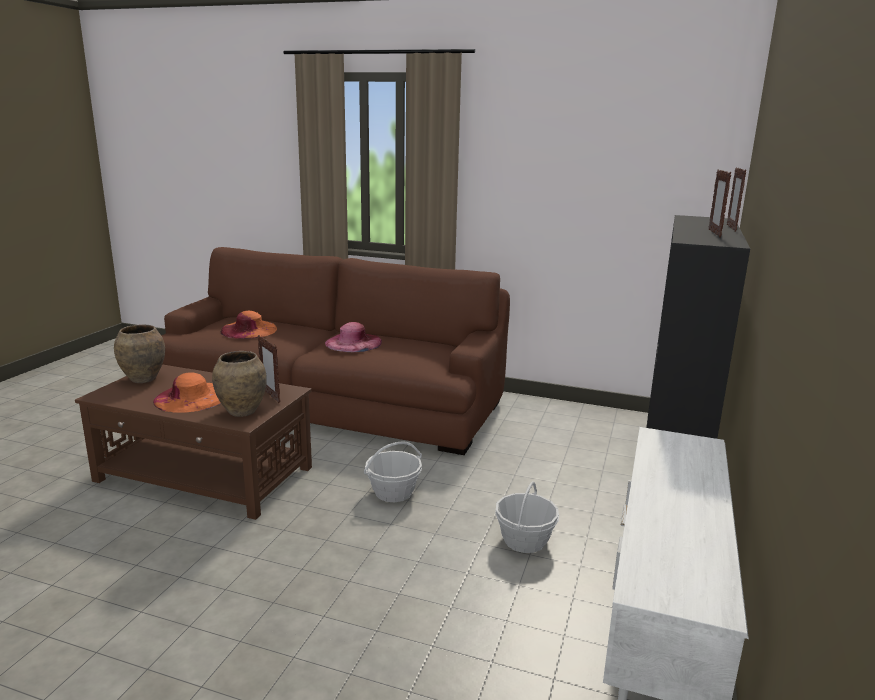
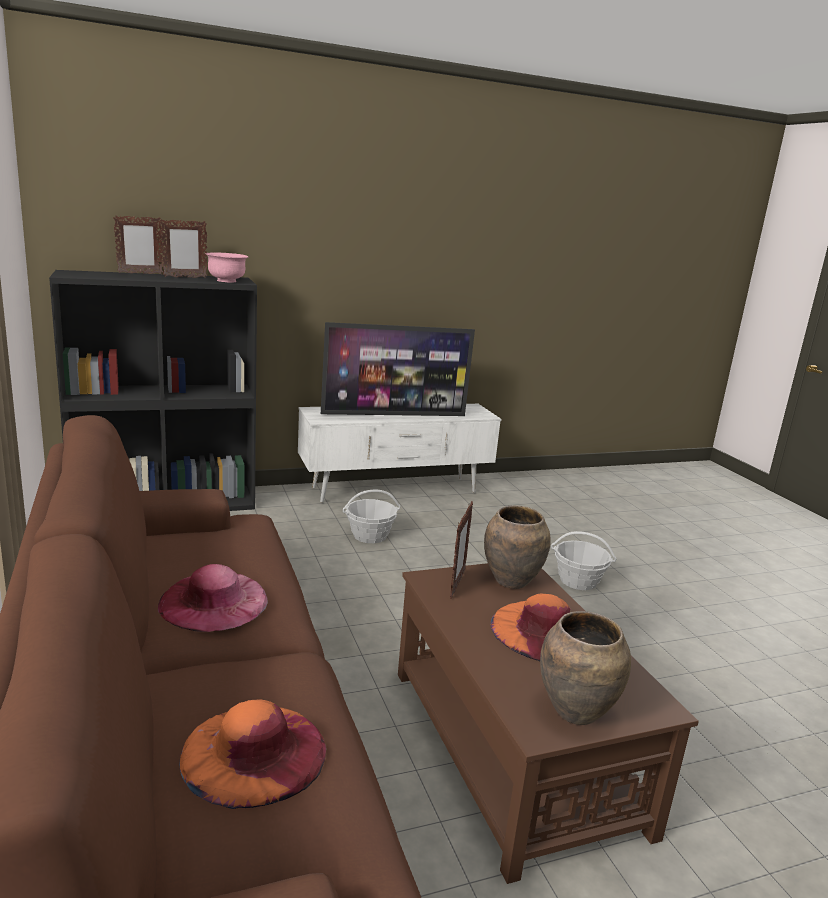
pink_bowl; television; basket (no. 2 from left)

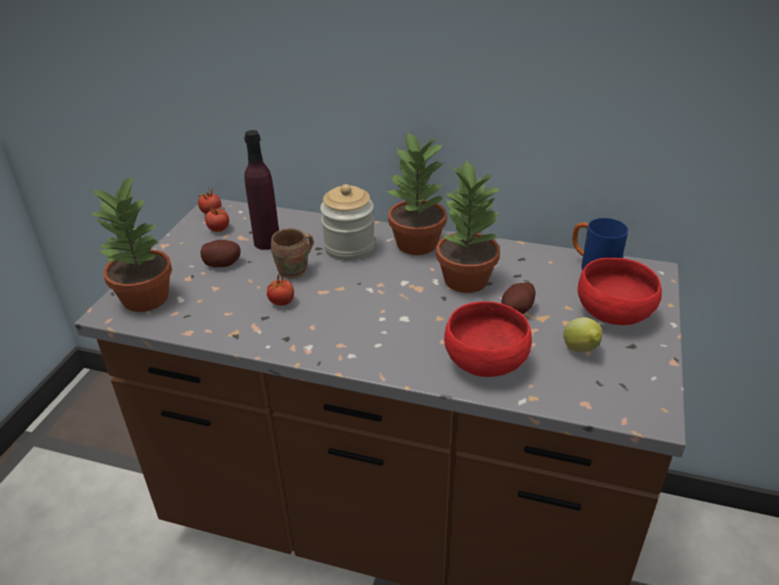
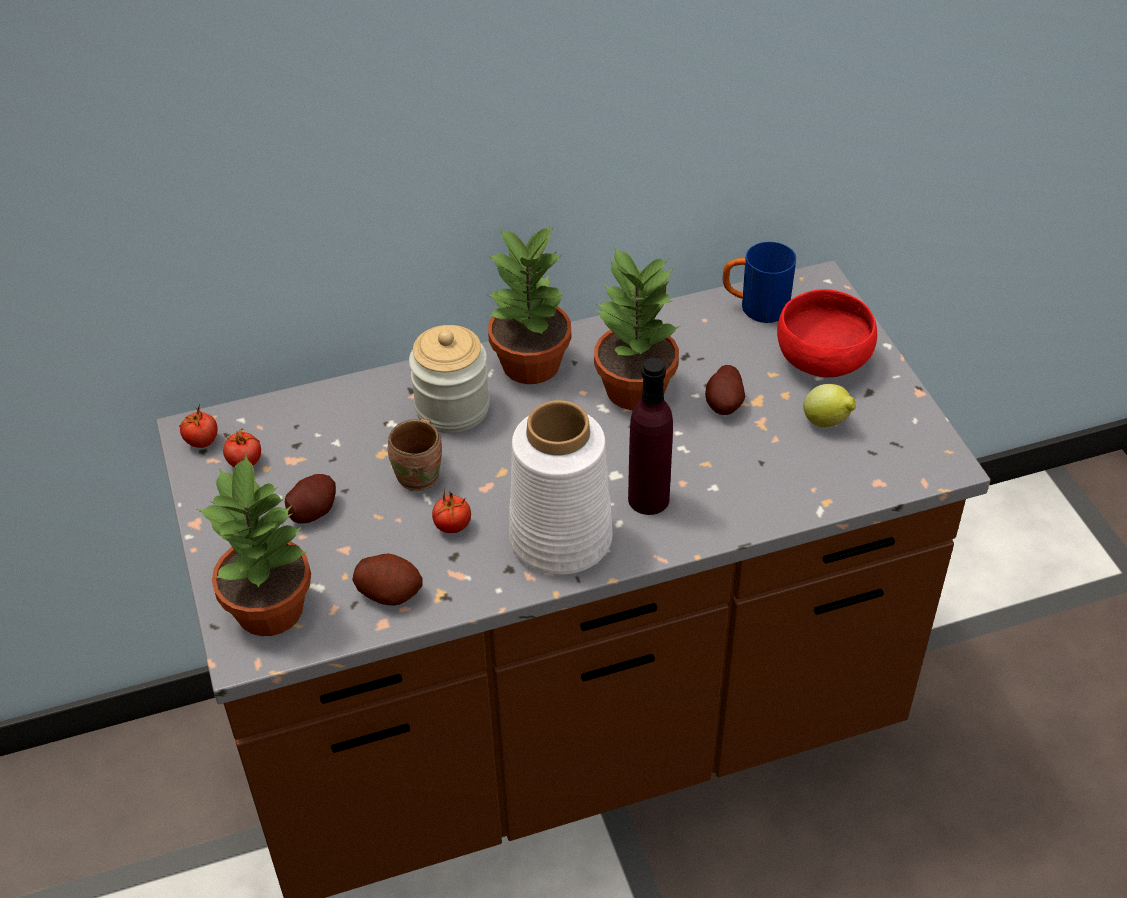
potato (no. 2 from left); white_vase; purple_bottle; red_bowl (no. 1 from left in the first image)

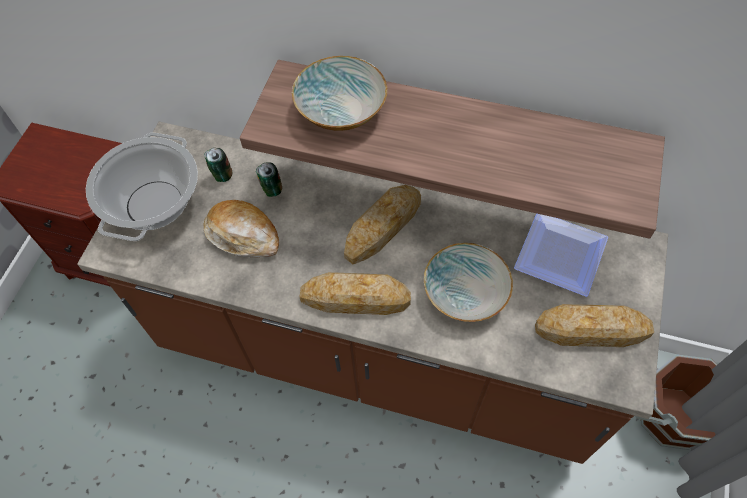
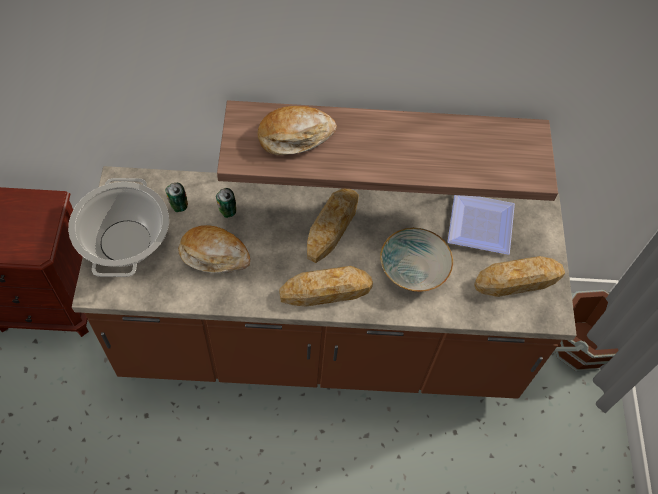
bread (no. 2 from left)

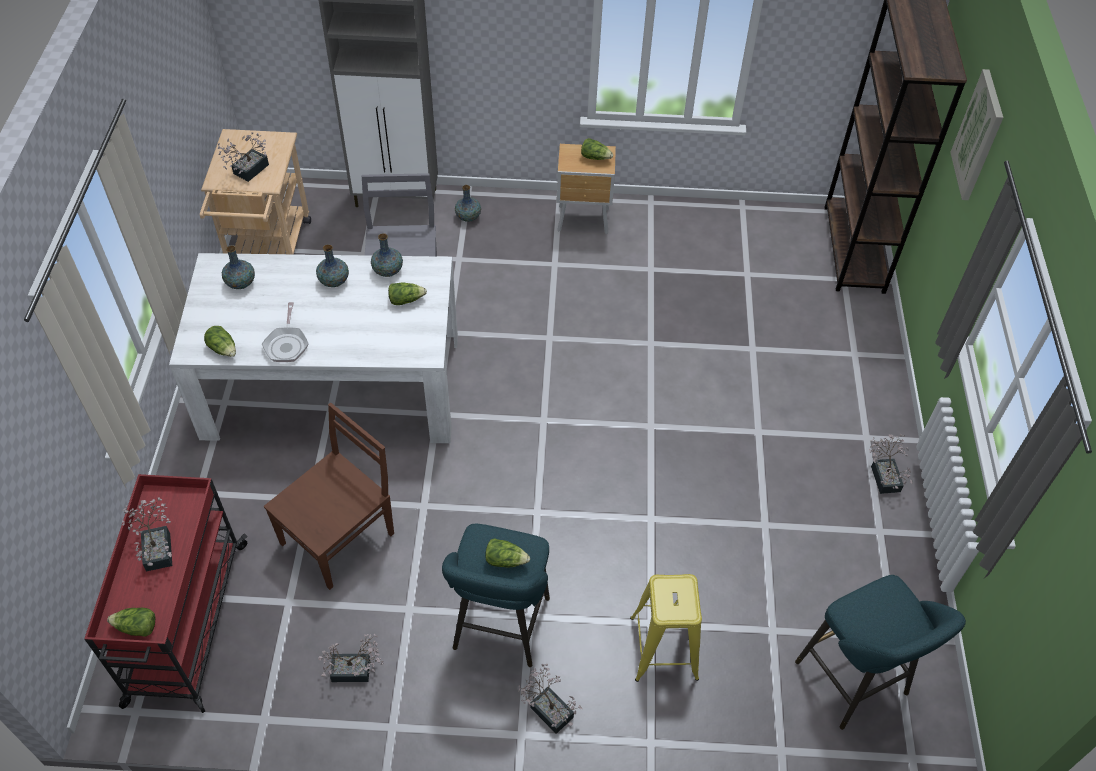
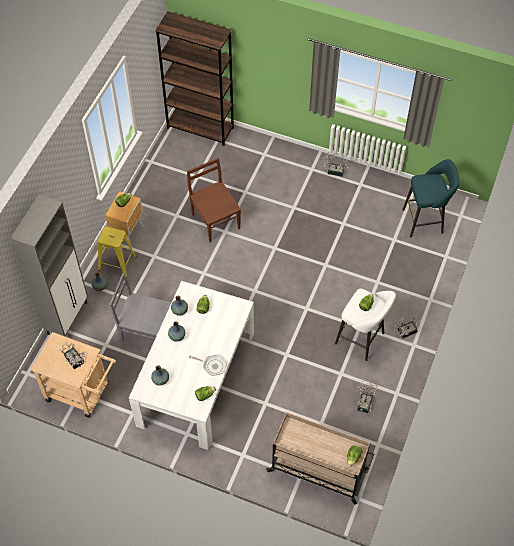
yellow_stool; brown_chair; beige_cart (no. 2 from left); white_stool; potted_plant (no. 1 from left in the first image); picture

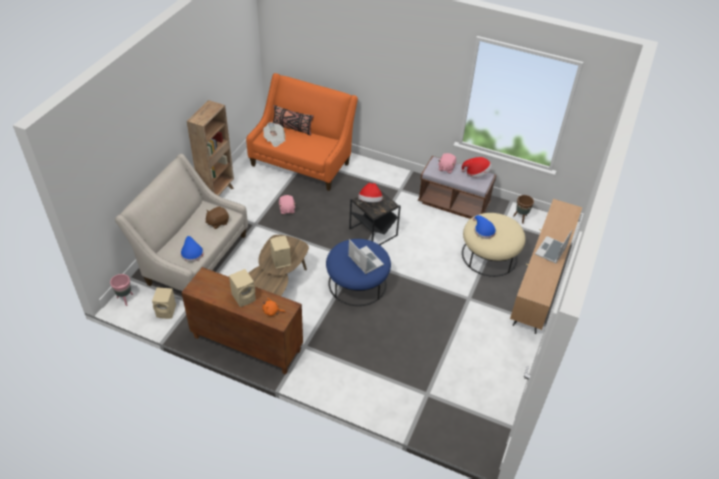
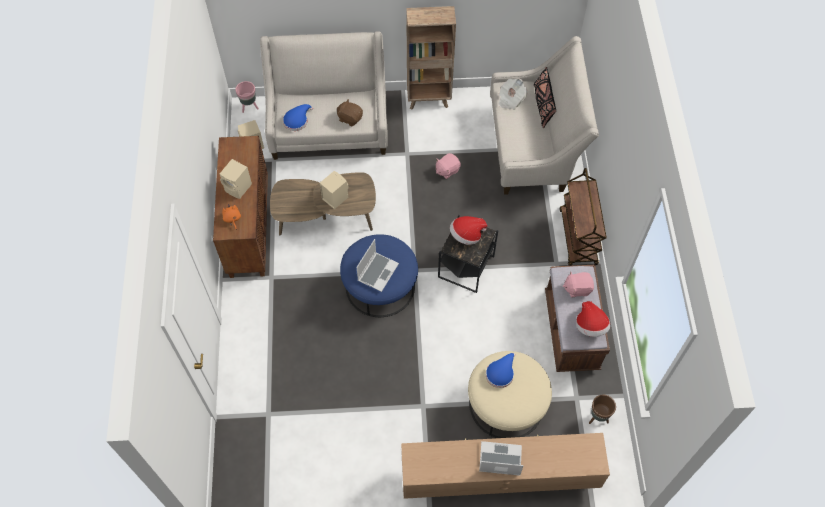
beige_sofa (no. 2 from left); brown_cart

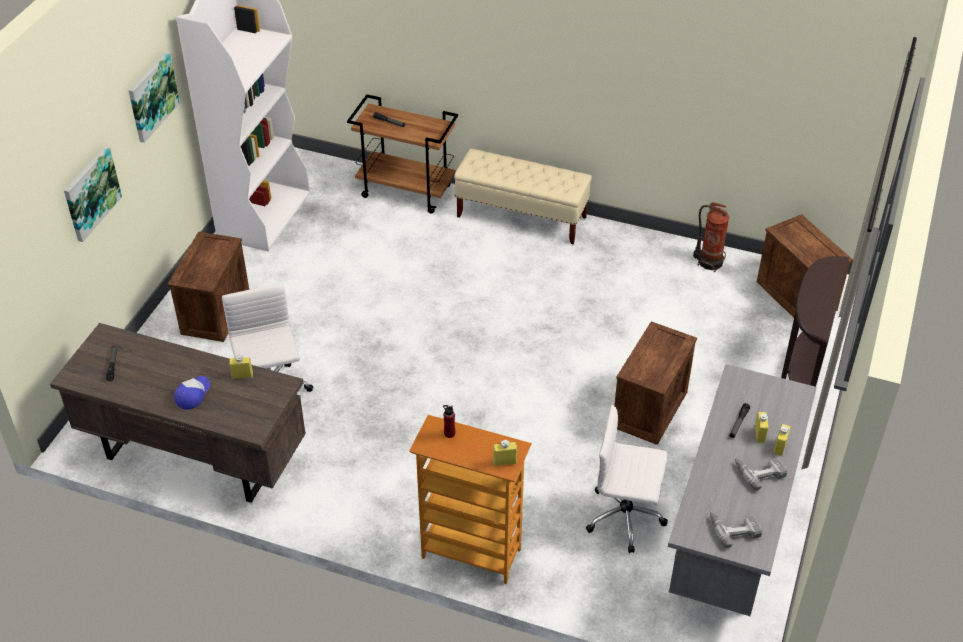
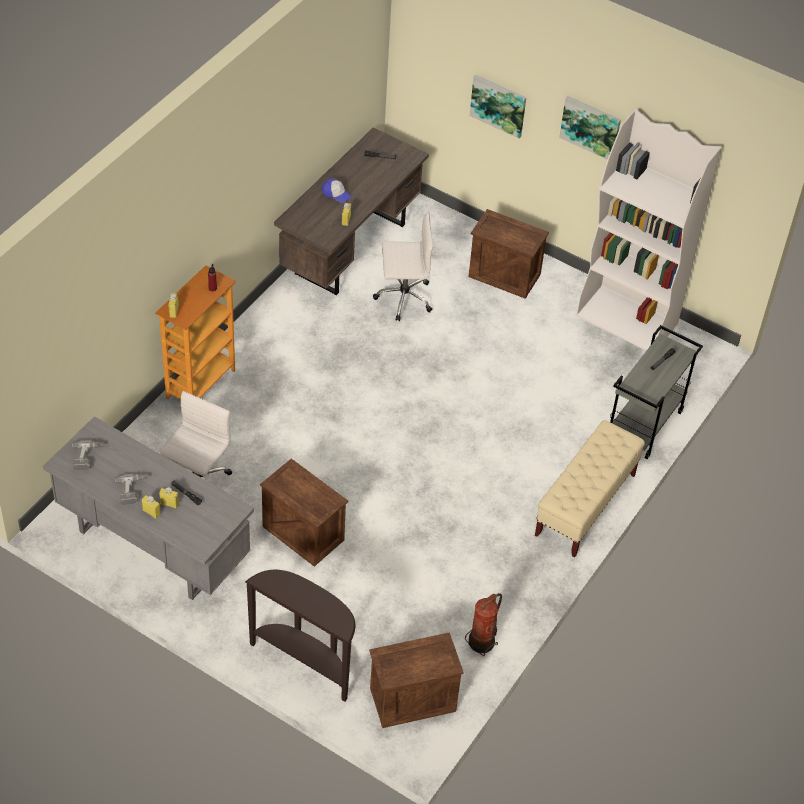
grey_cart

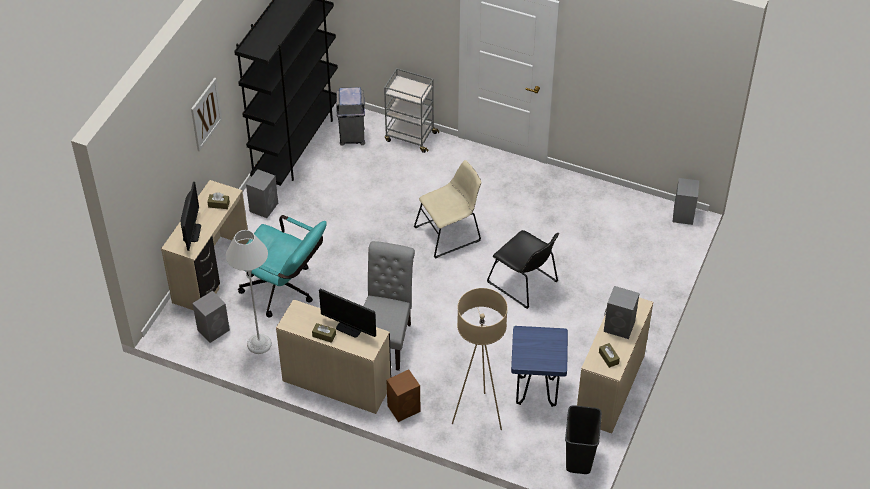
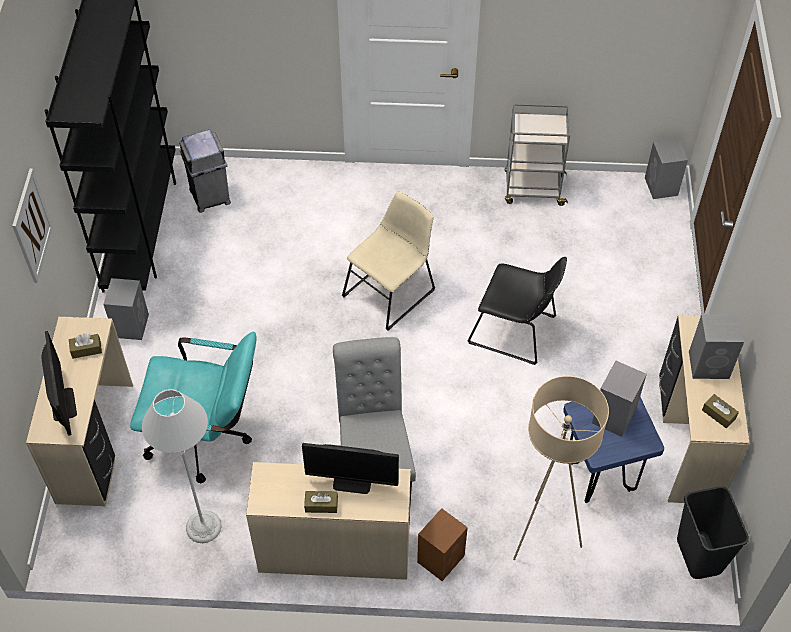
grey_cart; grey_speaker (no. 2 from left)

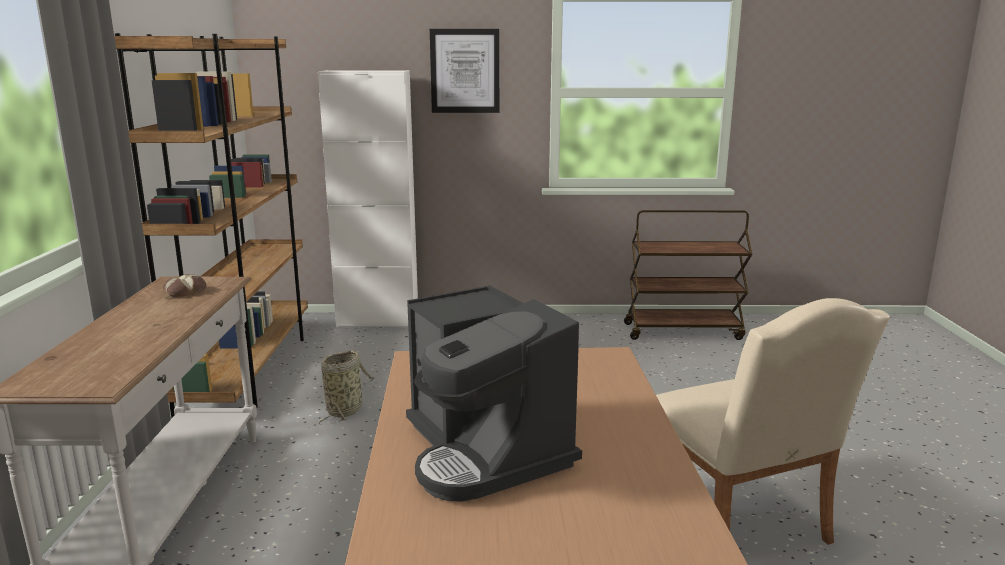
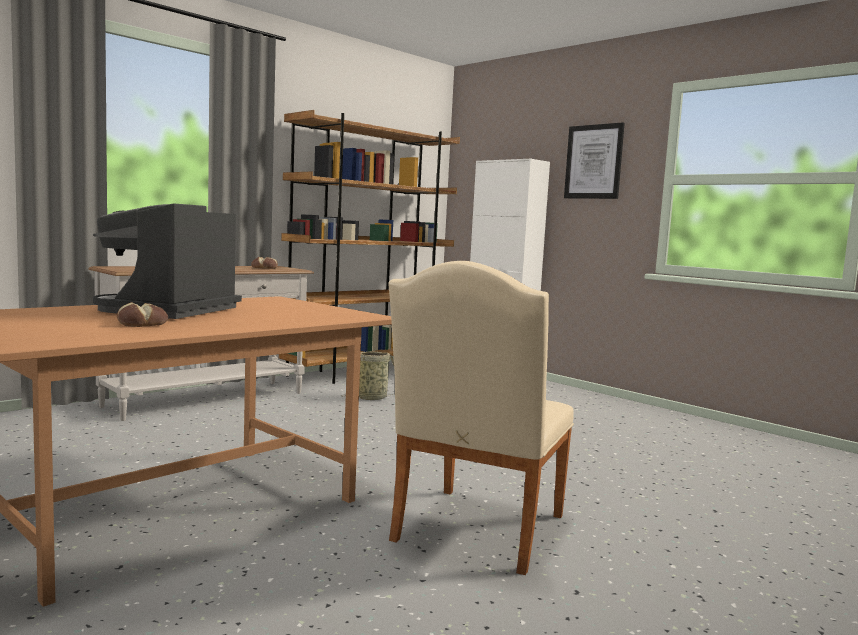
bread (no. 1 from left); brown_cart

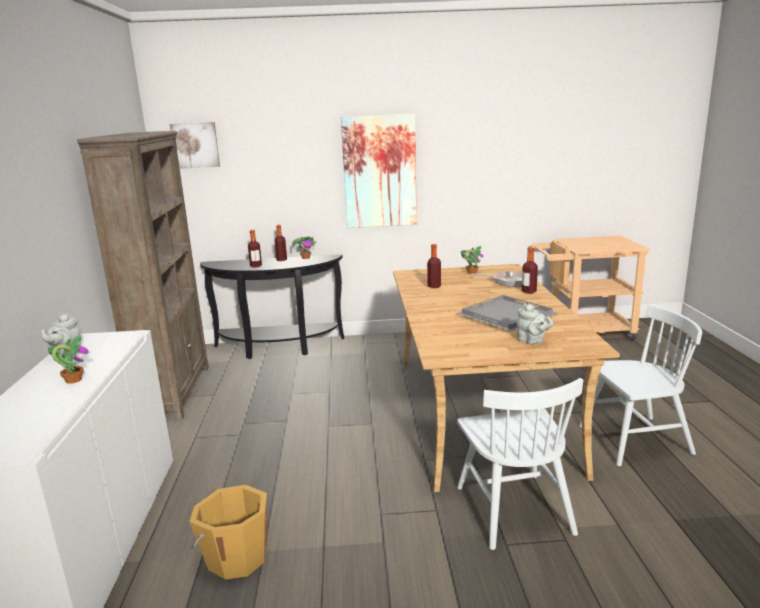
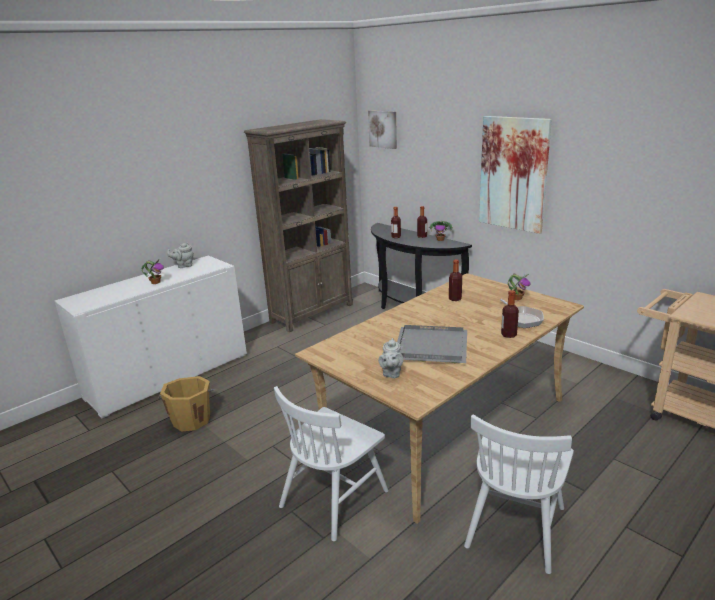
white_chair (no. 2 from left)

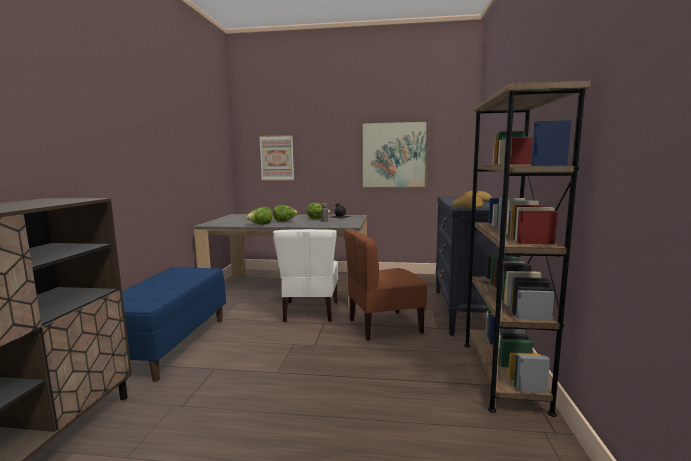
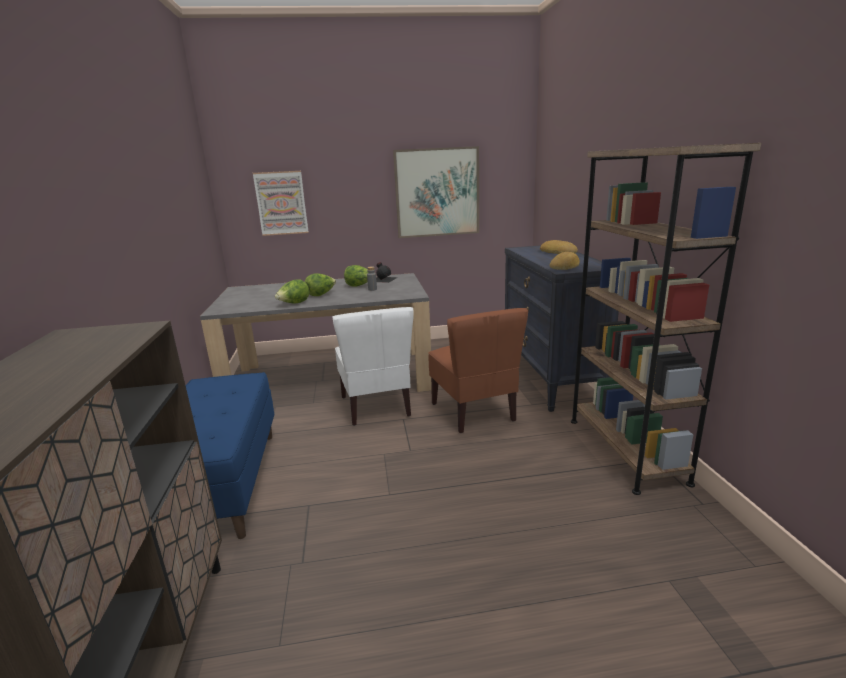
brown_chair

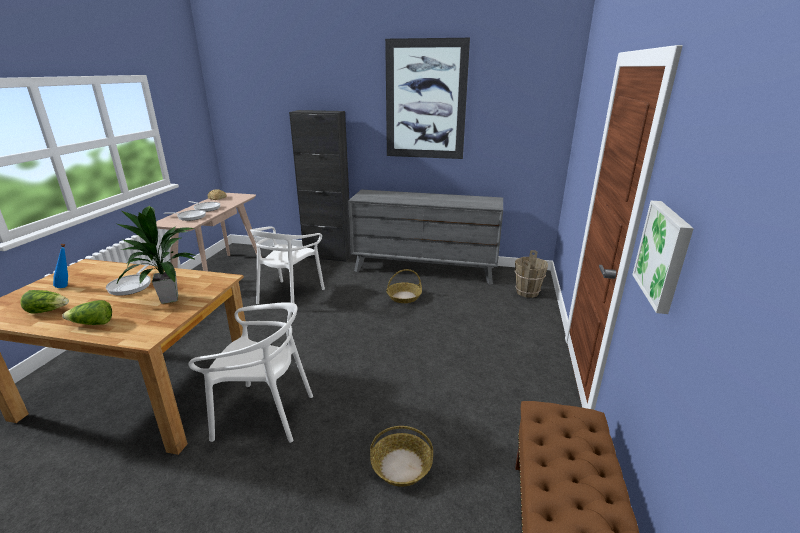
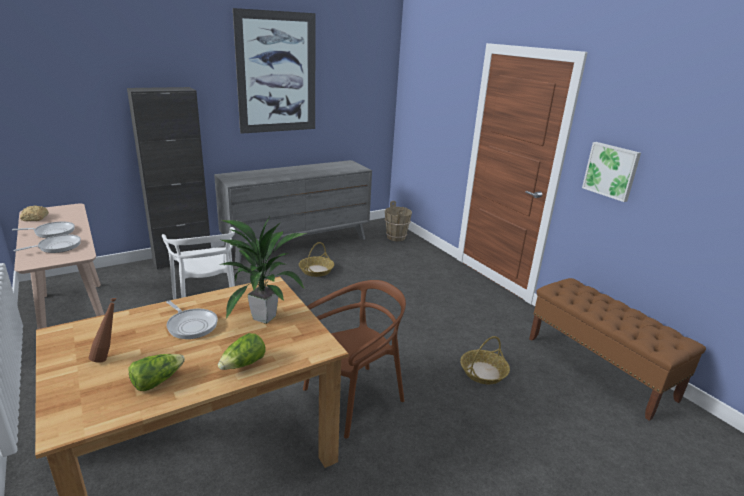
brown_bottle; brown_chair

